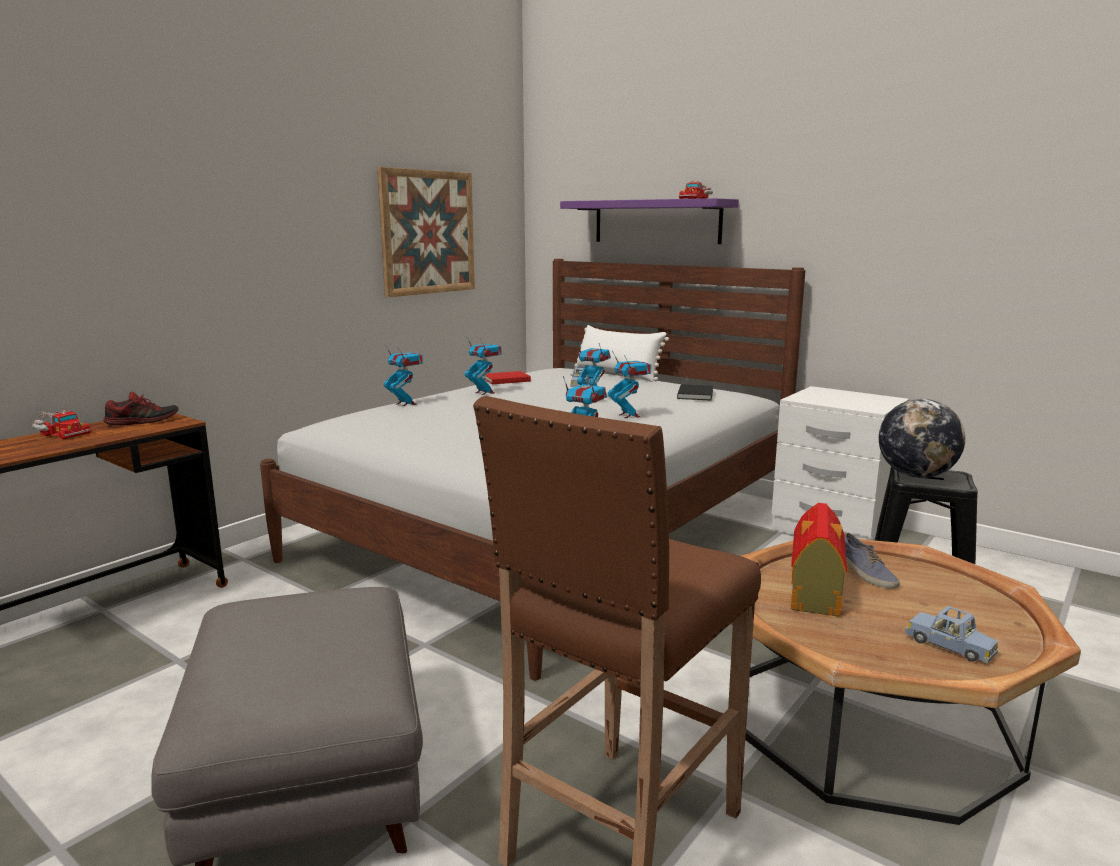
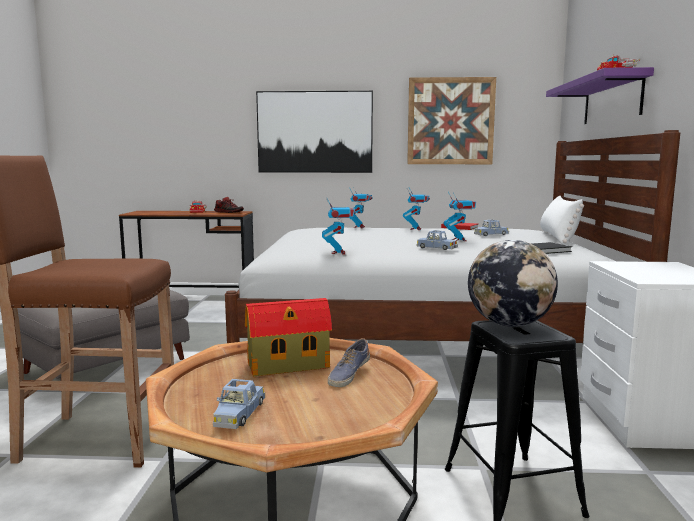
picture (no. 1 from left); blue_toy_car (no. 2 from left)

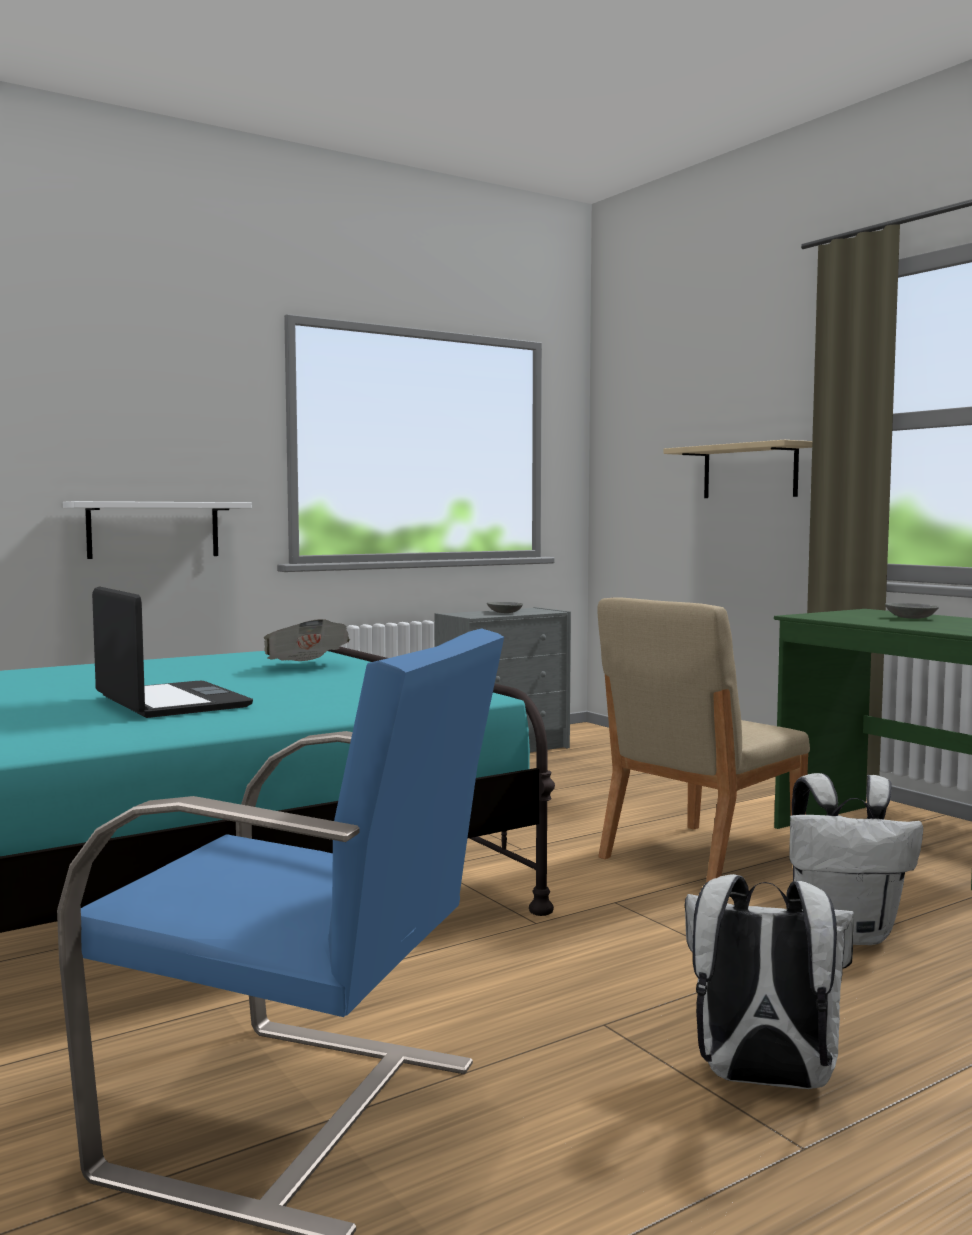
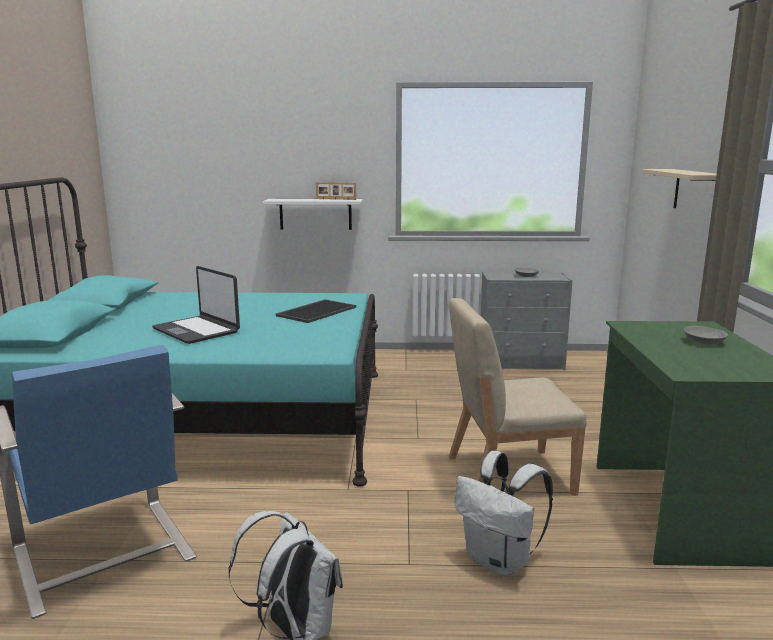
laptop; tray; picture_frame

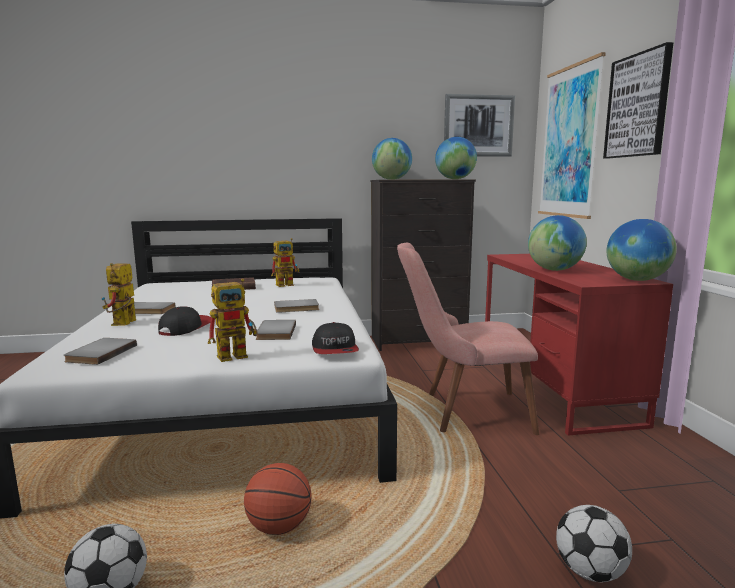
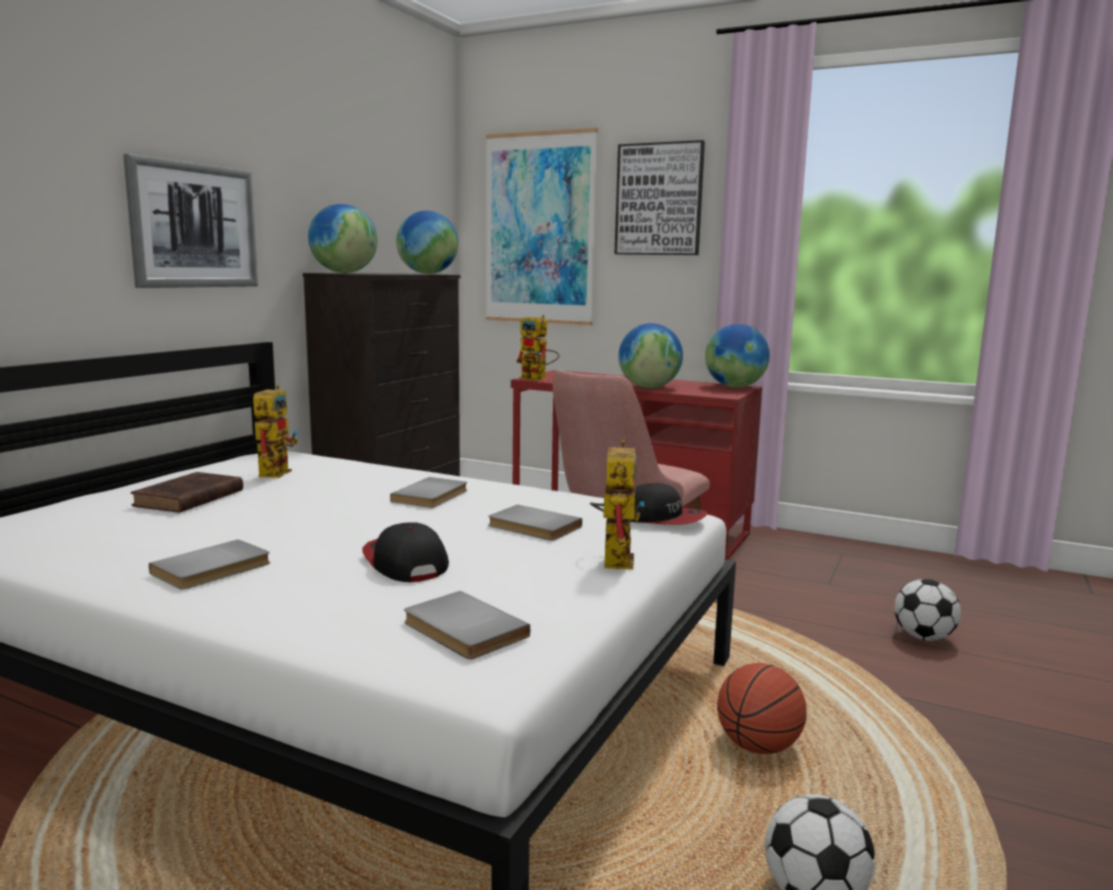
picture (no. 1 from left); toy_robot (no. 2 from left)

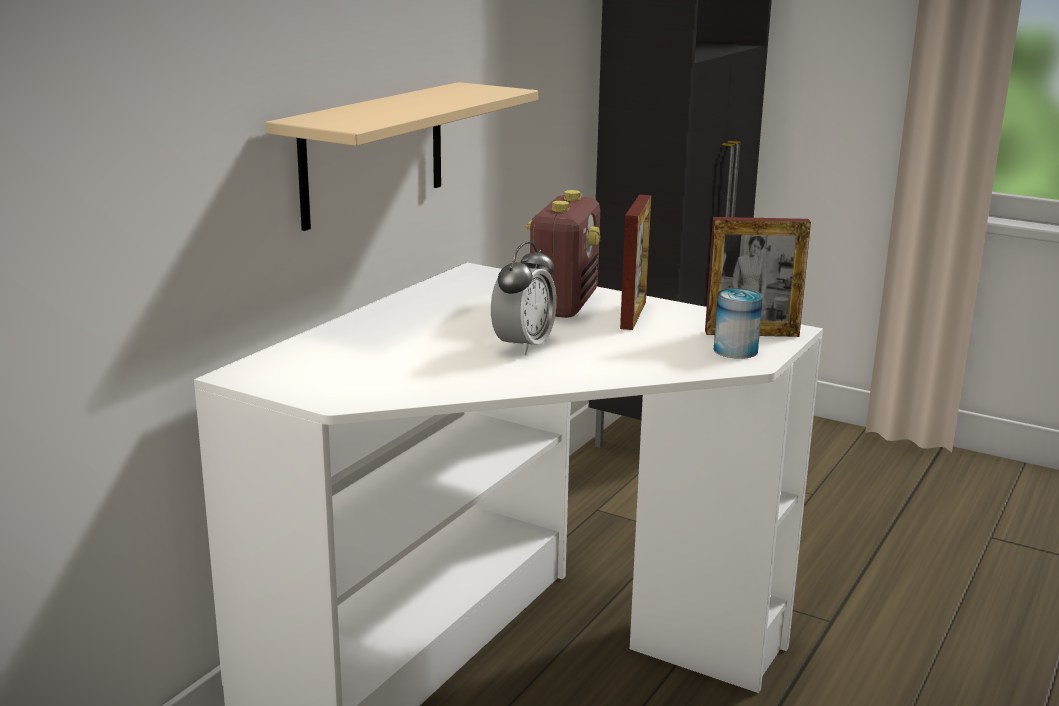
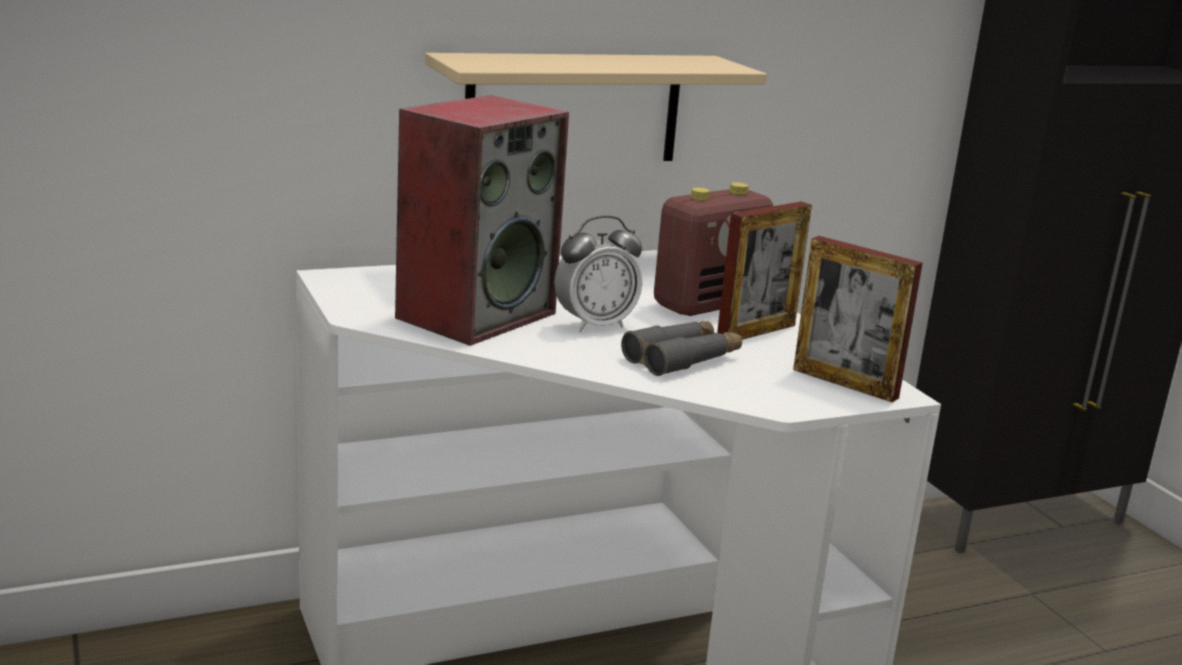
speaker; grey_binoculars; can

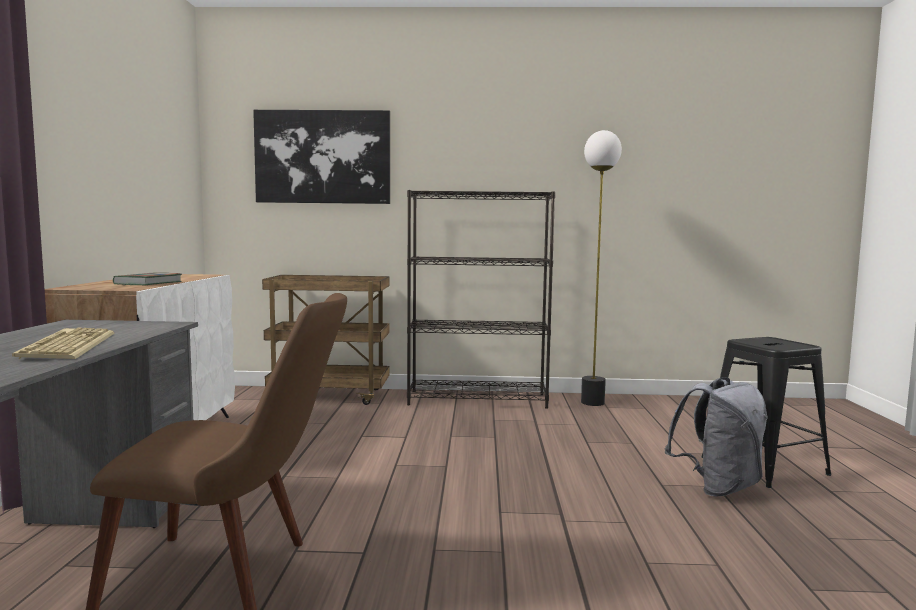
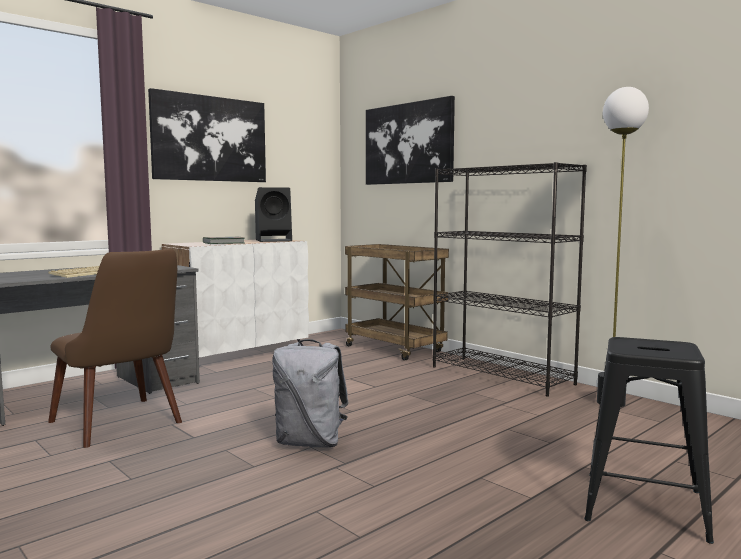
picture (no. 1 from left); black_speaker; grey_backpack

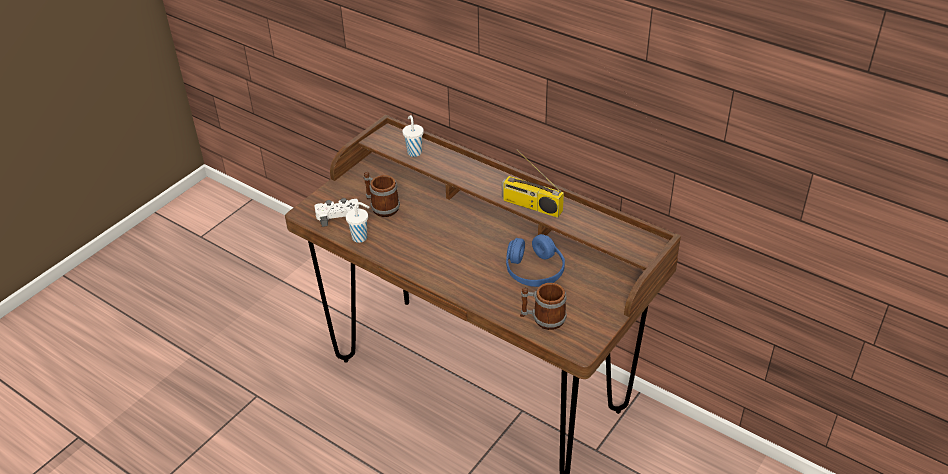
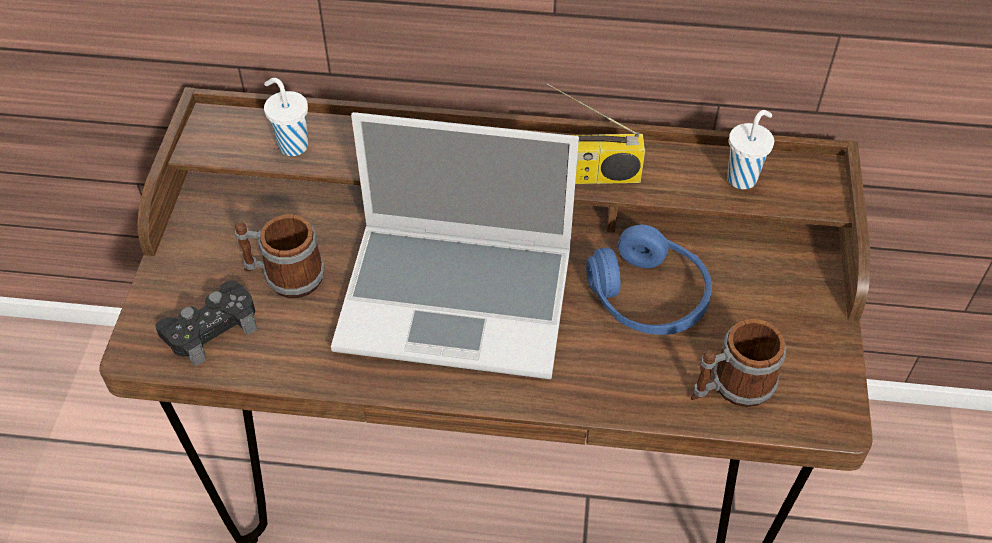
black_game_controller; laptop; white_cup (no. 2 from left)

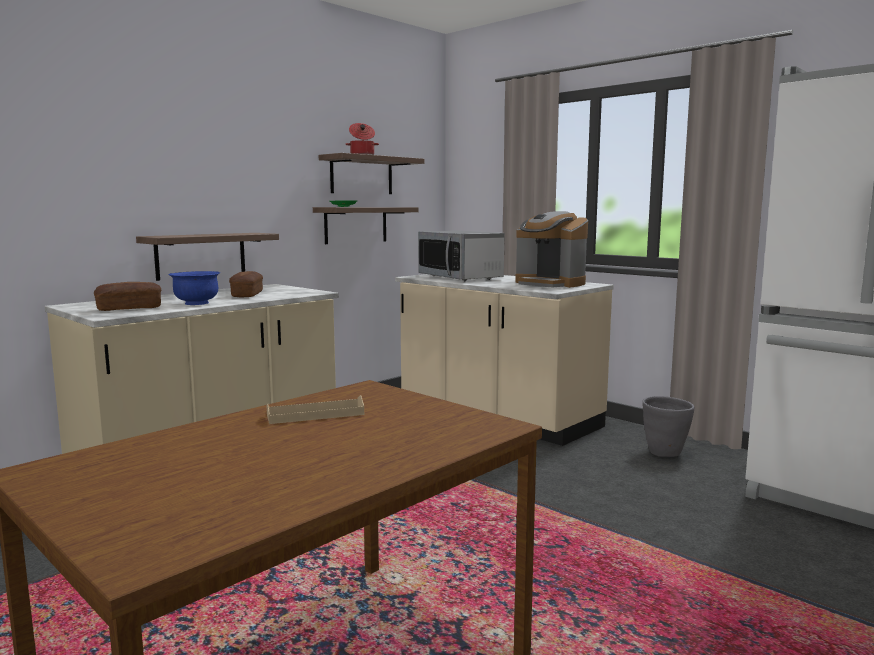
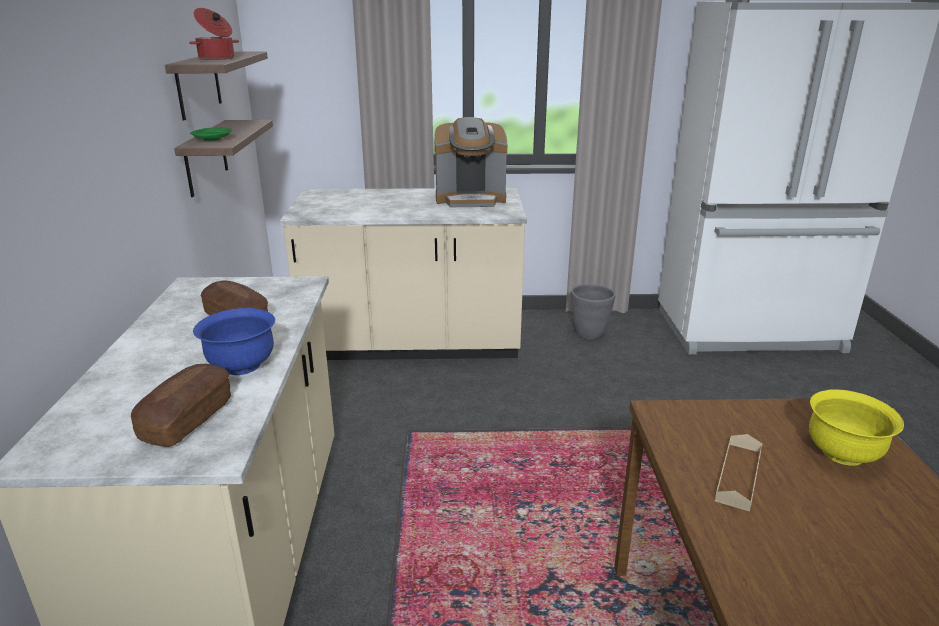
yellow_bowl; shelf (no. 1 from left in the first image); microwave

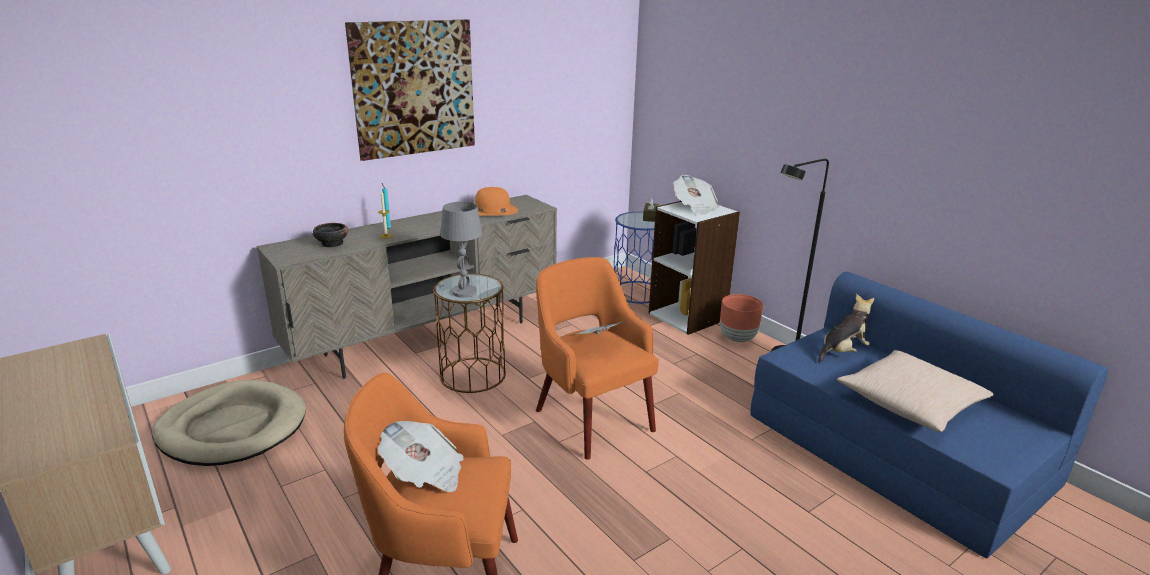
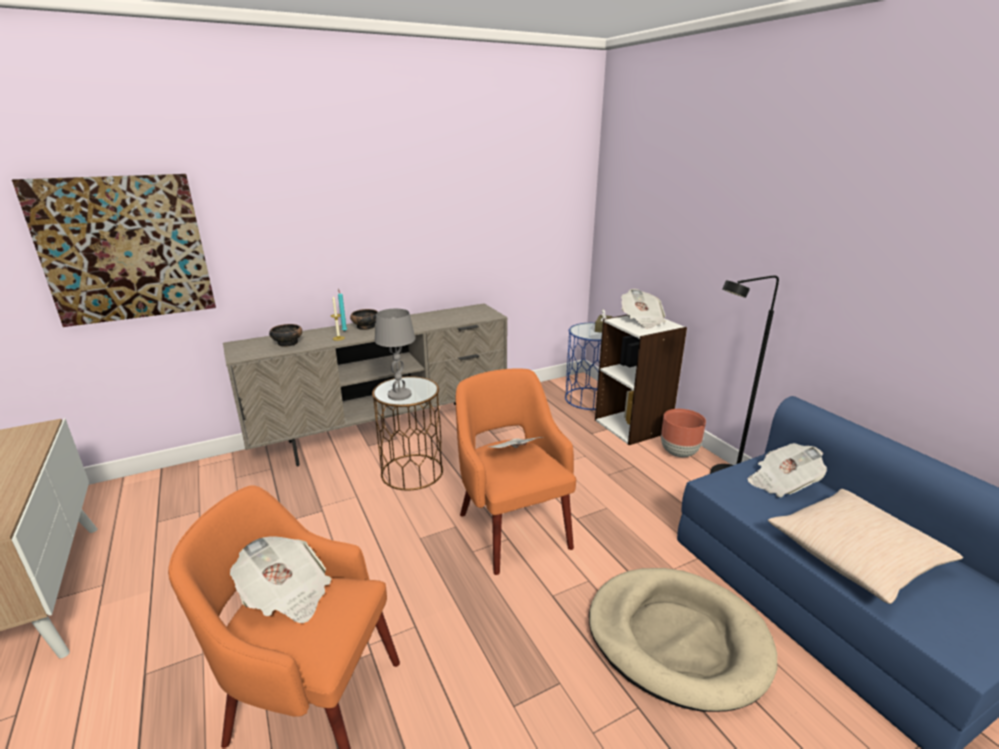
picture; bowl (no. 2 from left); beige_dog_bed; newspaper (no. 4 from left); orange_hat

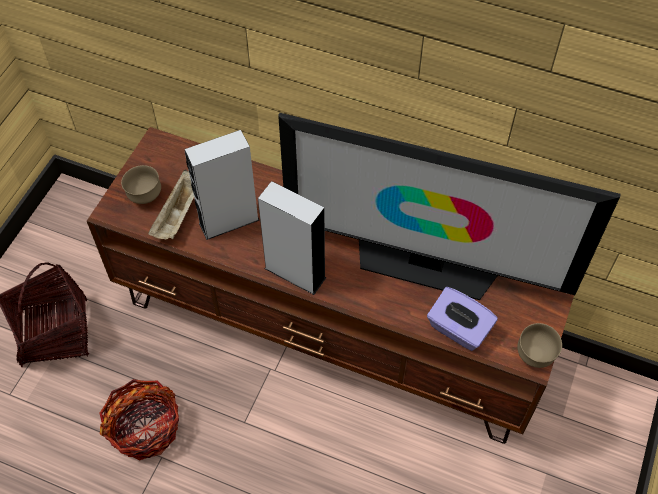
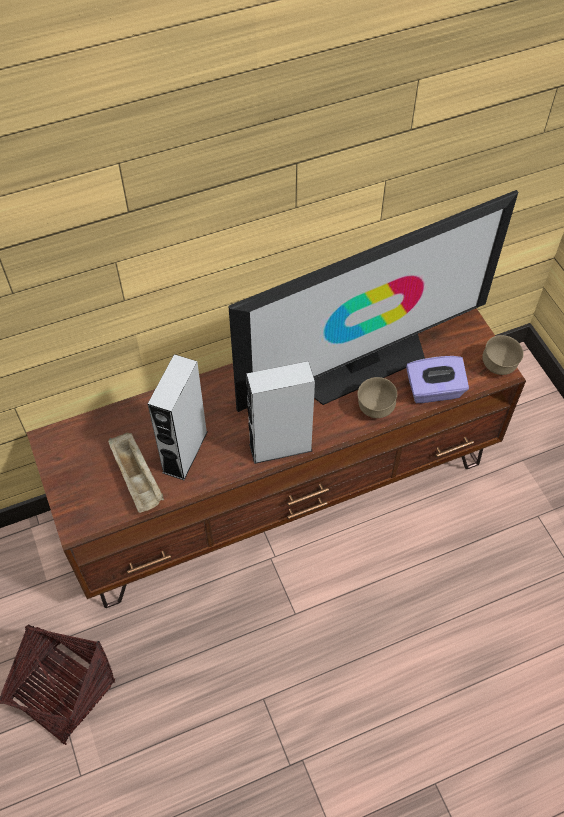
brown_bowl (no. 1 from left); basket (no. 2 from left in the first image)

